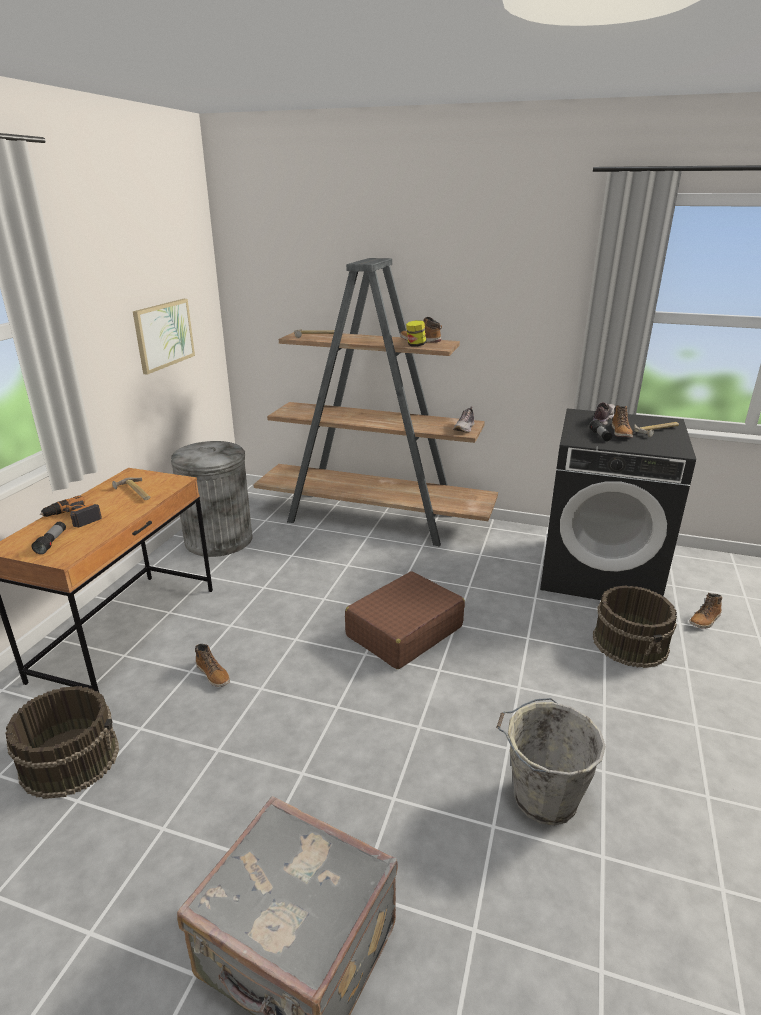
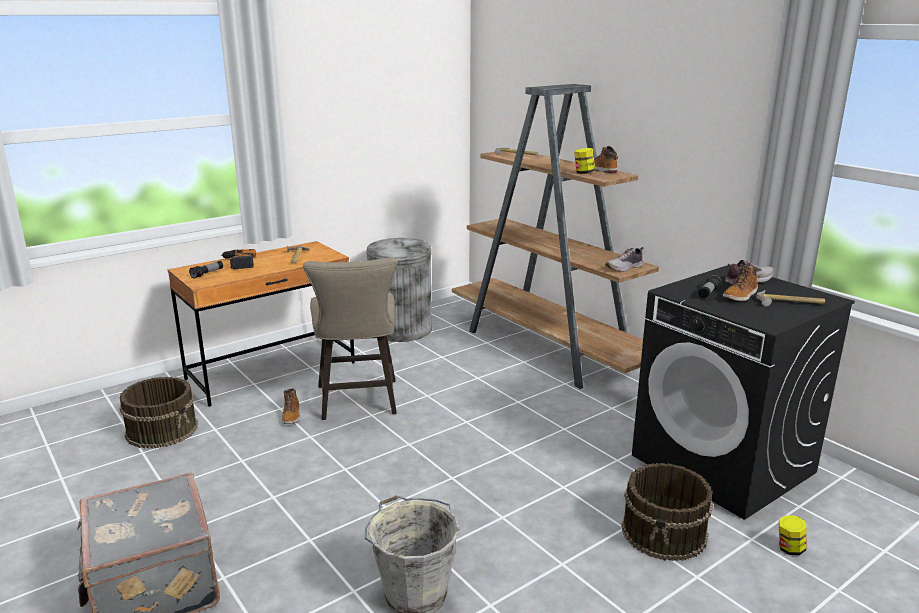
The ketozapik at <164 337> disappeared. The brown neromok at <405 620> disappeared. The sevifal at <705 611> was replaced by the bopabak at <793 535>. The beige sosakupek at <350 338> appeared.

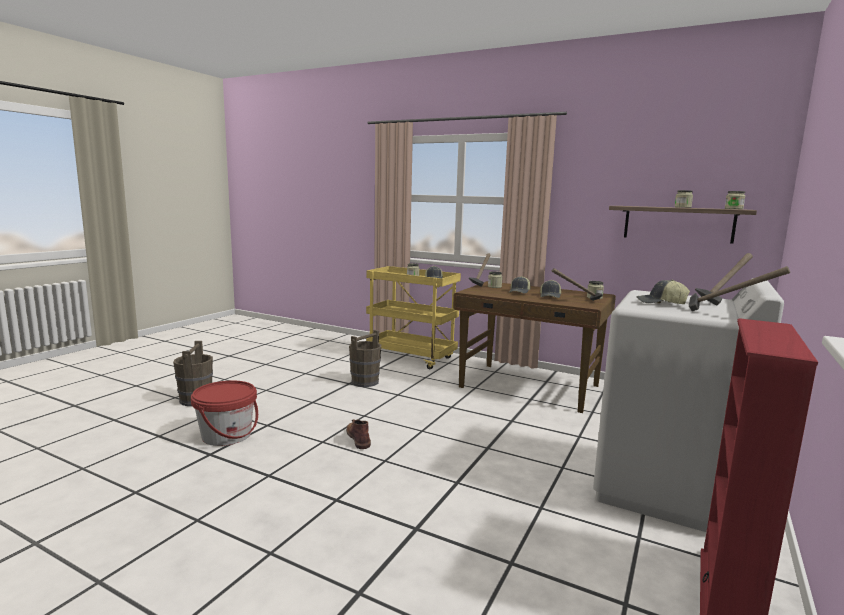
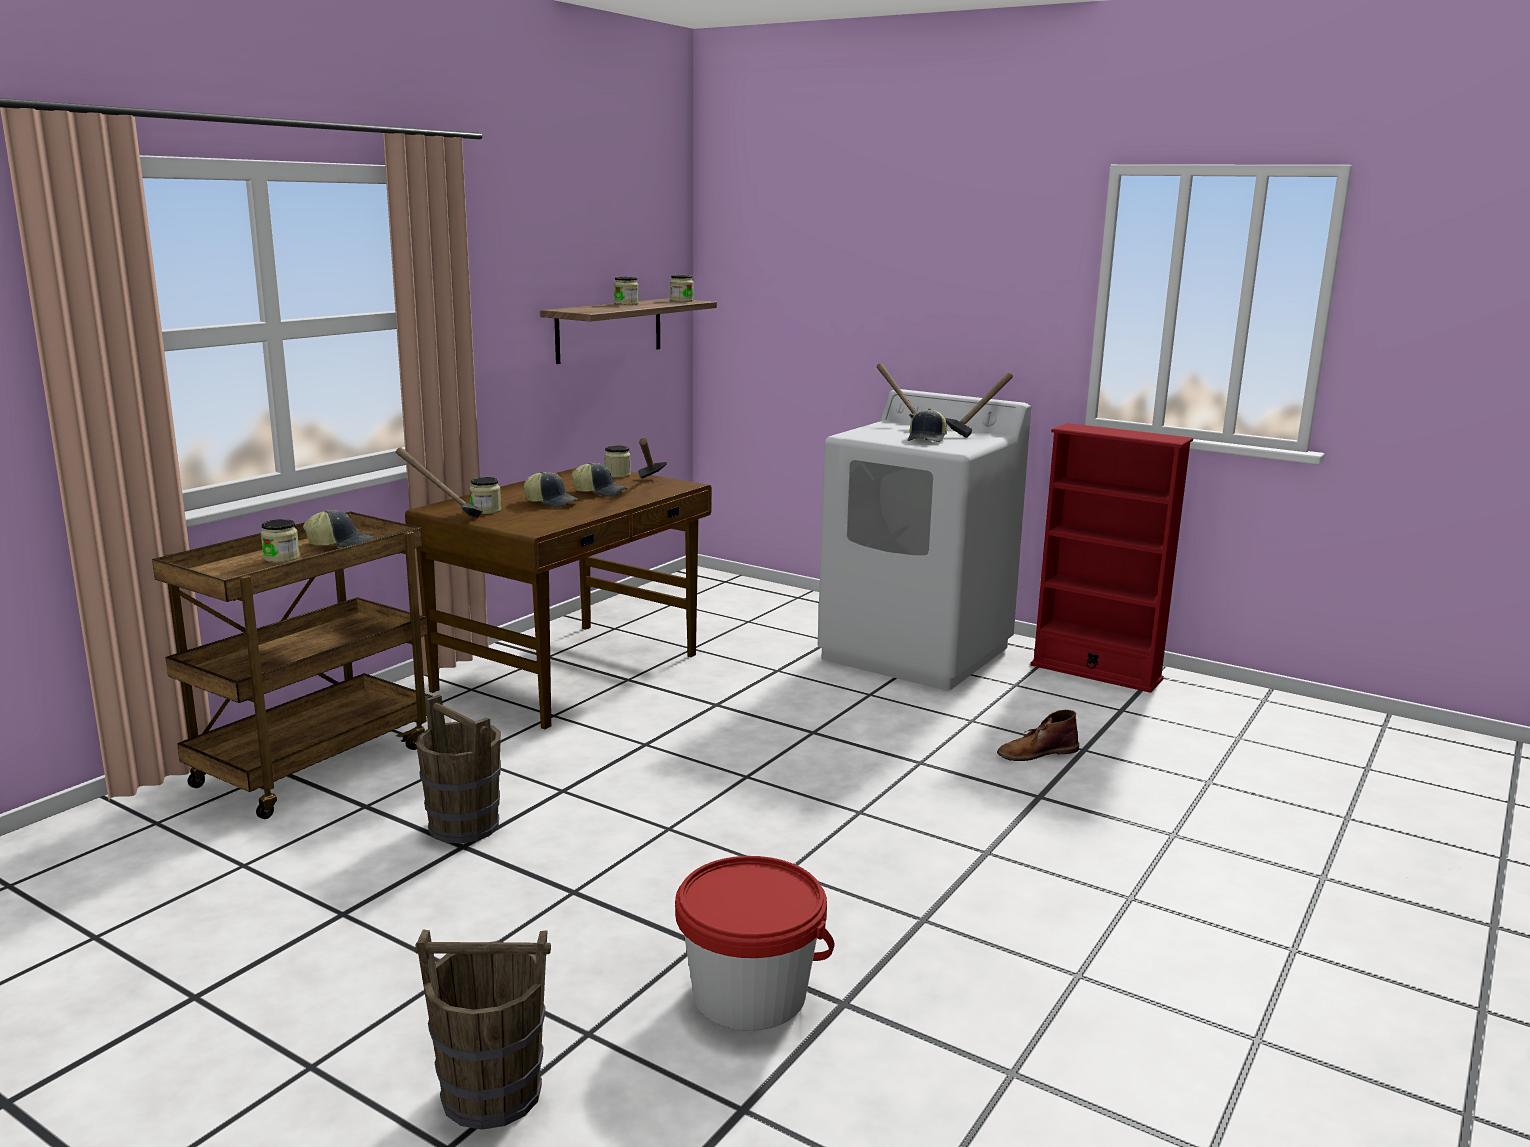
The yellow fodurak at <413 318> became the brown fodurak at <292 665>. The brown sevifal moved from <358 434> to <1038 735>.

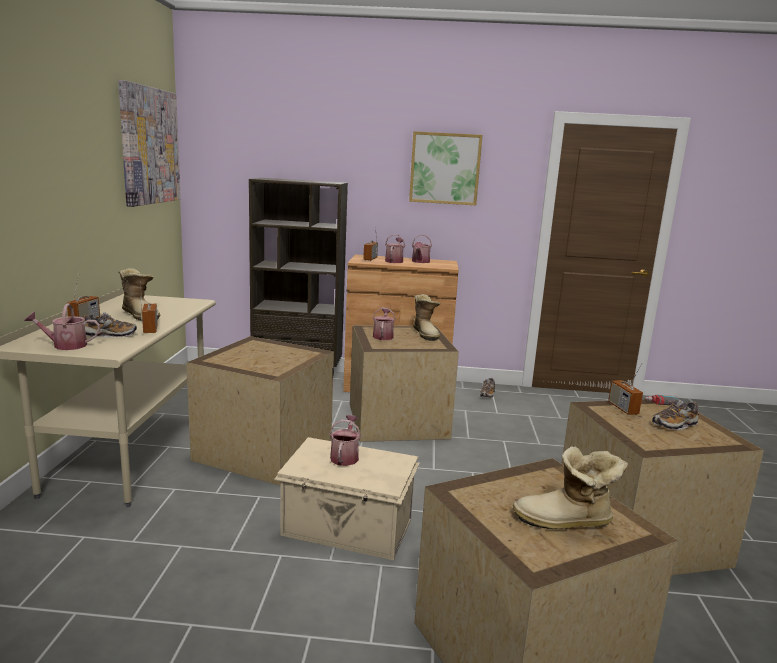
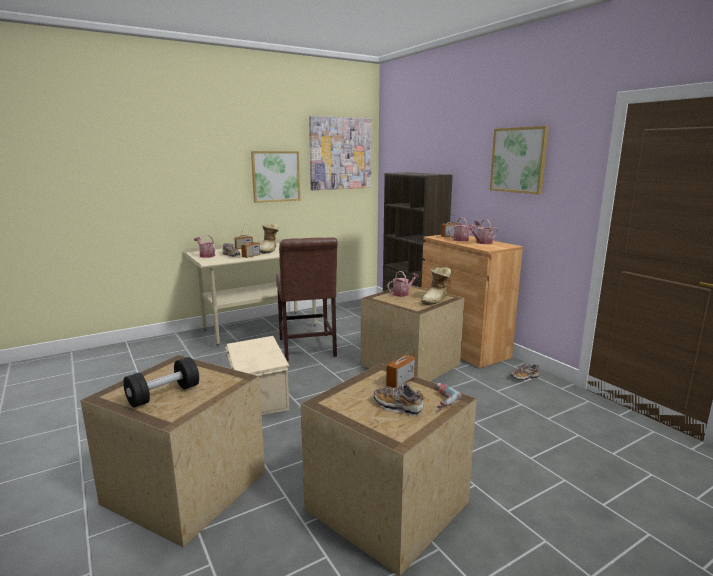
The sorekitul at <260 411> was replaced by the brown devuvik at <307 299>. The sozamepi at <345 440> disappeared. The sevifal at <570 487> was replaced by the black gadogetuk at <161 382>. The ketozapik at <275 177> appeared.

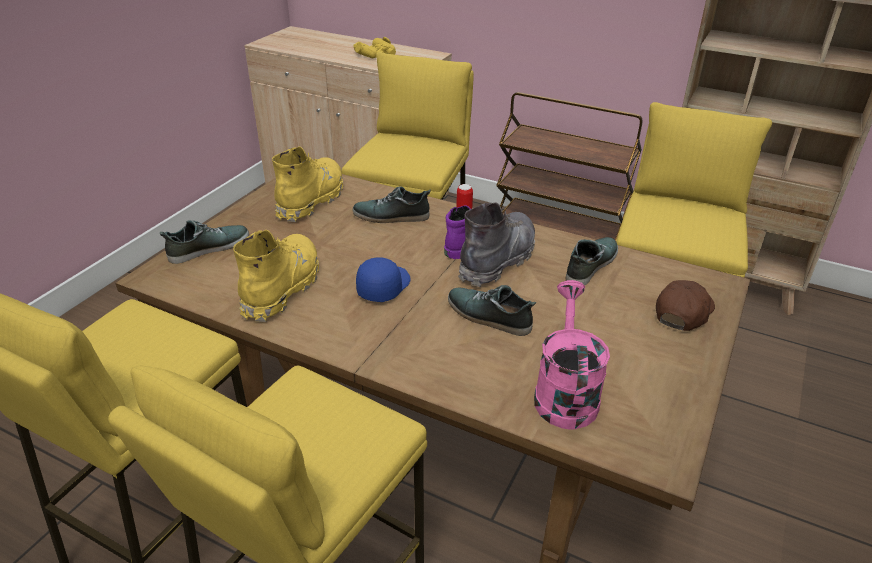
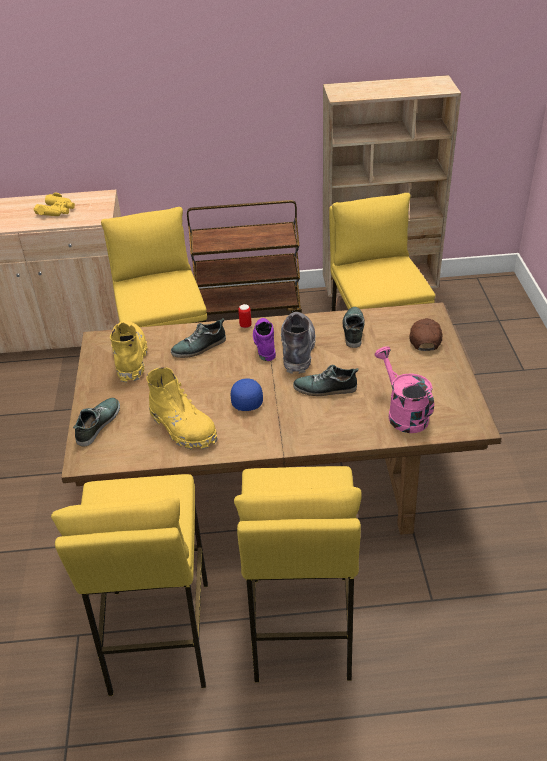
The yellow sevifal at <276 276> turned 150 degrees clockwise.

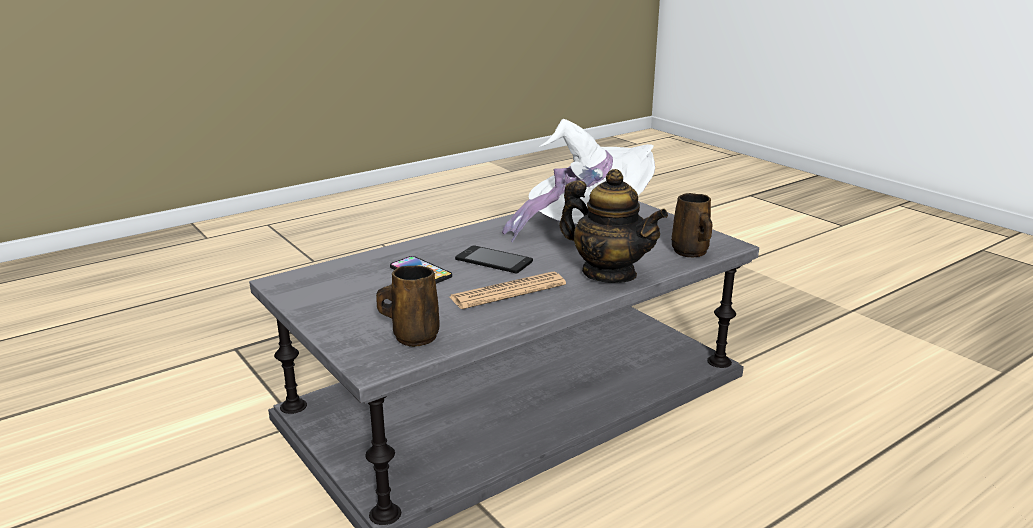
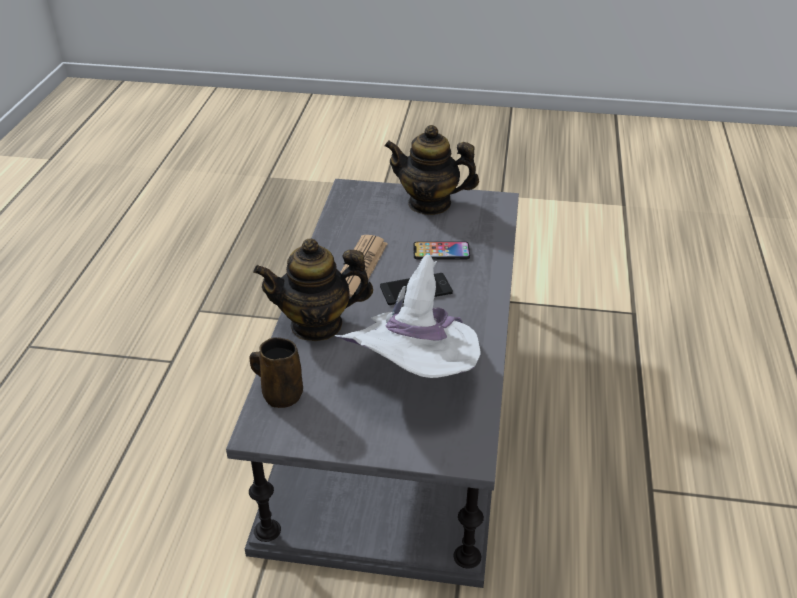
The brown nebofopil at <408 306> disappeared. The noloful at <431 170> appeared.

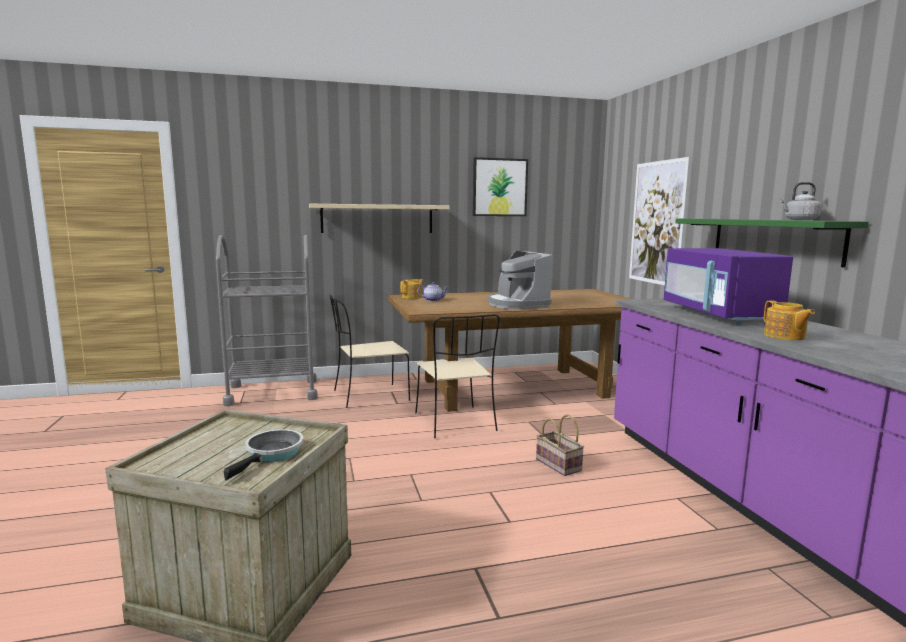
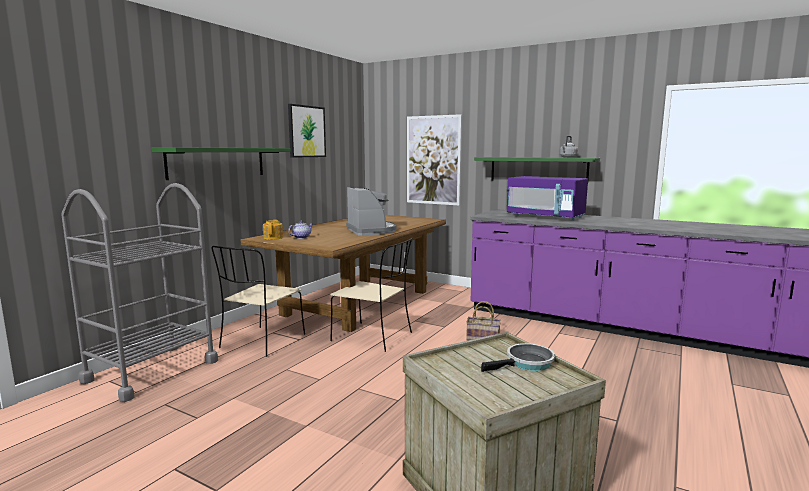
The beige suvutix at <379 218> became the green suvutix at <221 163>. The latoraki at <519 280> turned 135 degrees counterclockwise. The noloful at <789 320> disappeared. The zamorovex at <263 454> turned 90 degrees clockwise.

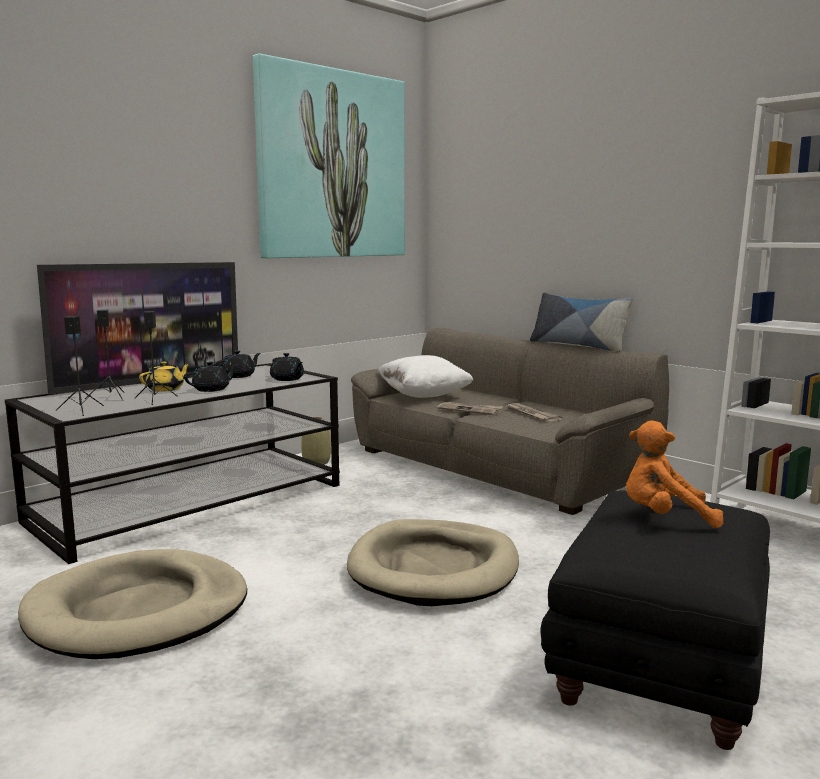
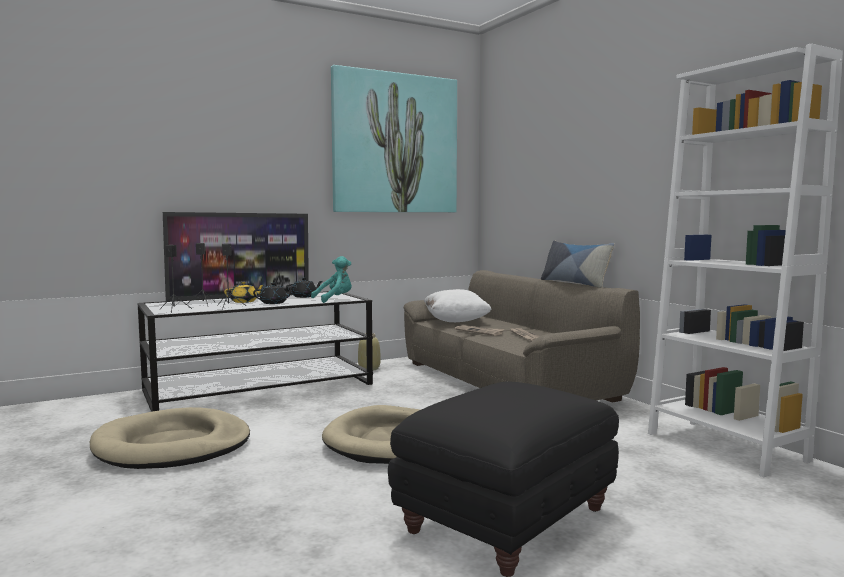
The black noloful at <287 367> was replaced by the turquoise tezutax at <331 279>. The orange tezutax at <674 474> disappeared.

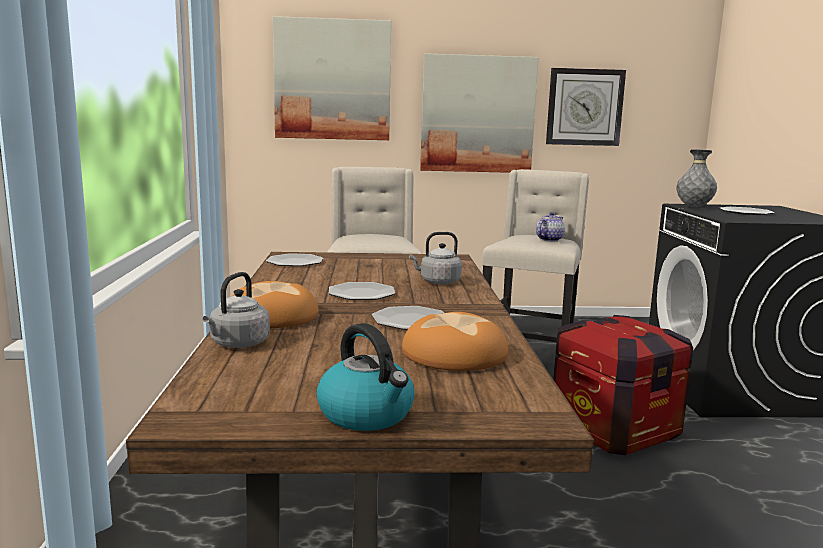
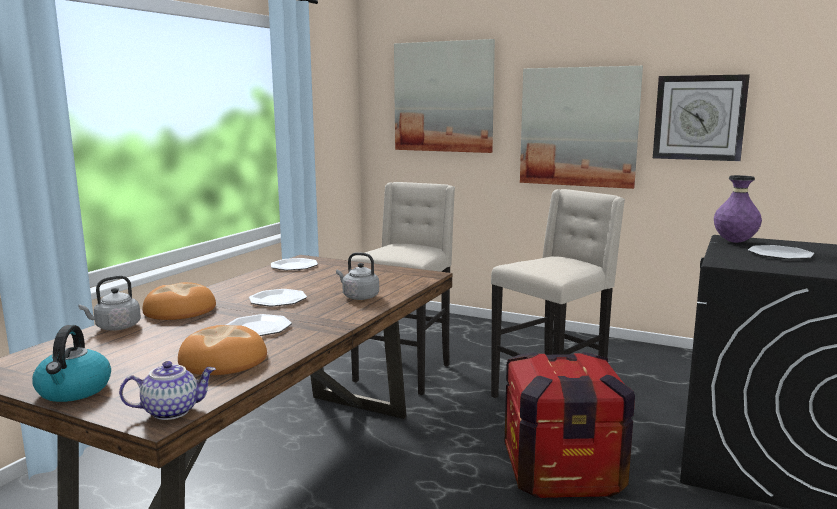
The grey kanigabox at <697 178> became the purple kanigabox at <738 209>. The noloful moved from <550 226> to <167 390>.

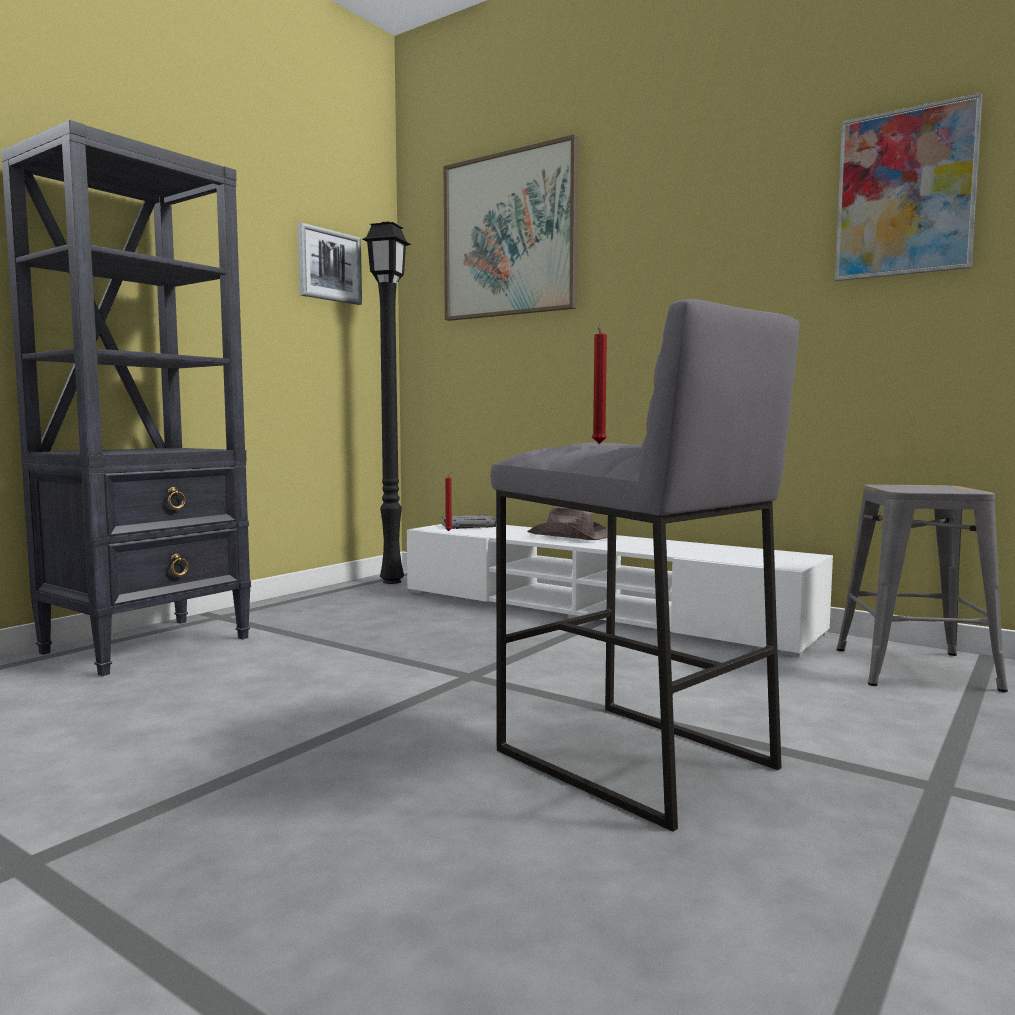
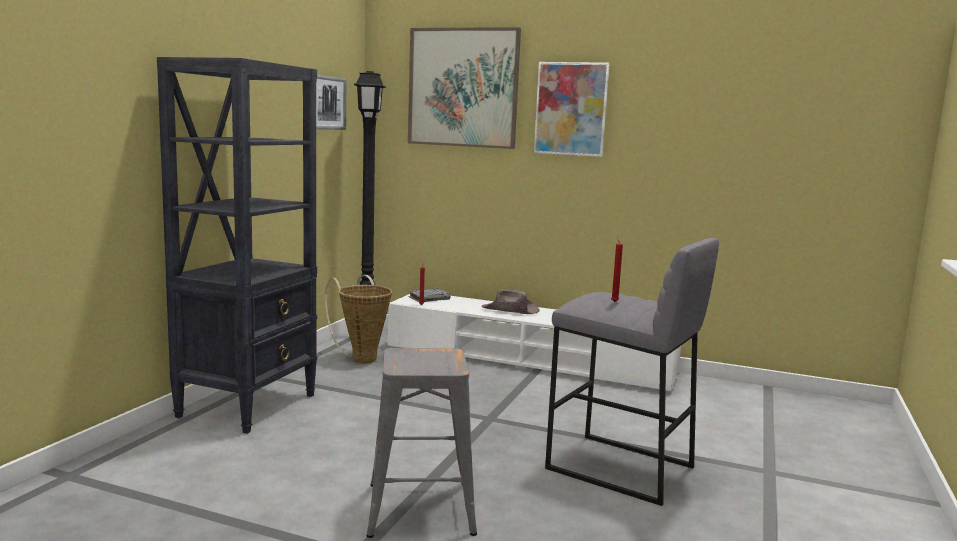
The ketozapik moved from <909 187> to <572 109>. The grey sosakupek moved from <922 588> to <422 443>. The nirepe at <358 319> appeared.

